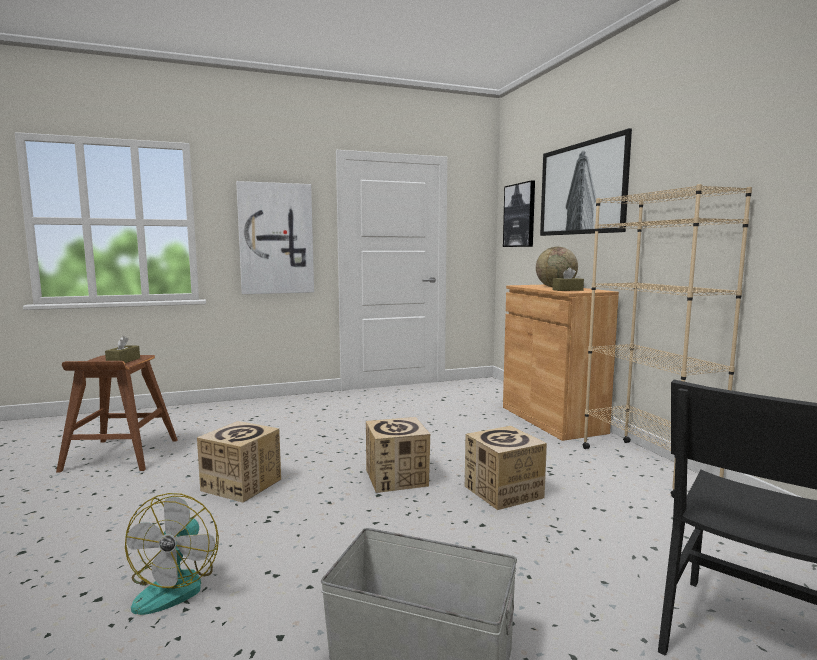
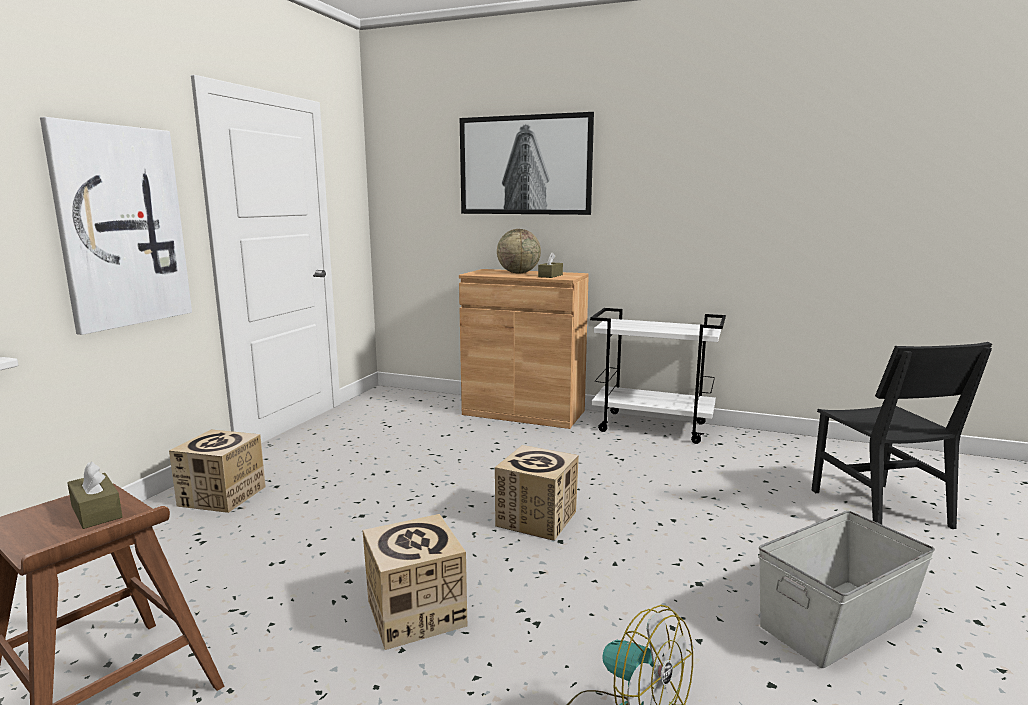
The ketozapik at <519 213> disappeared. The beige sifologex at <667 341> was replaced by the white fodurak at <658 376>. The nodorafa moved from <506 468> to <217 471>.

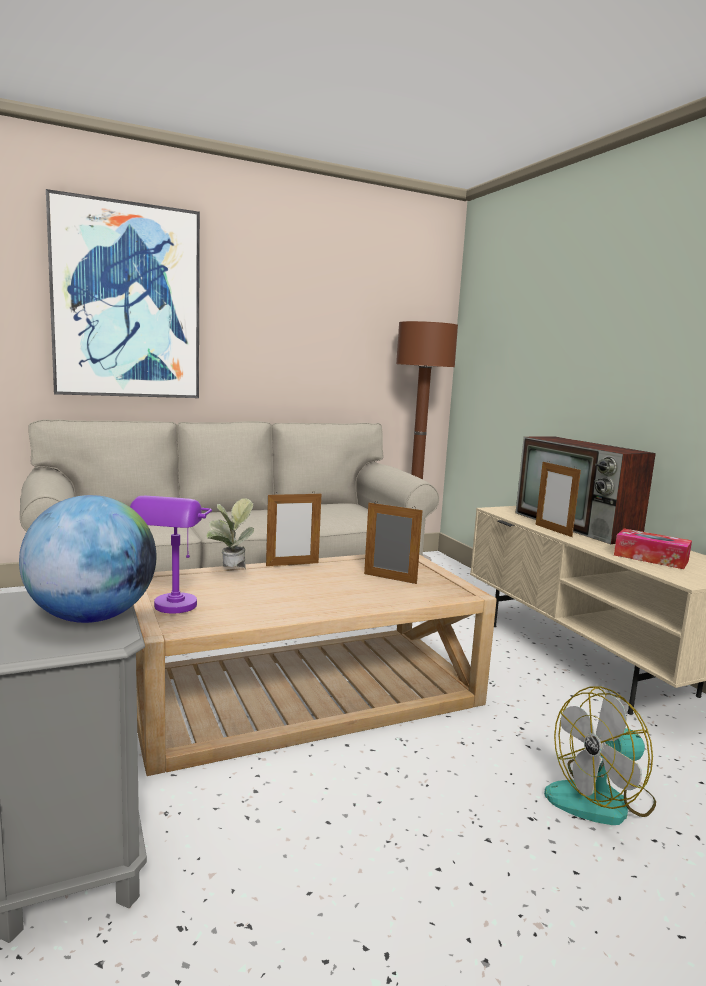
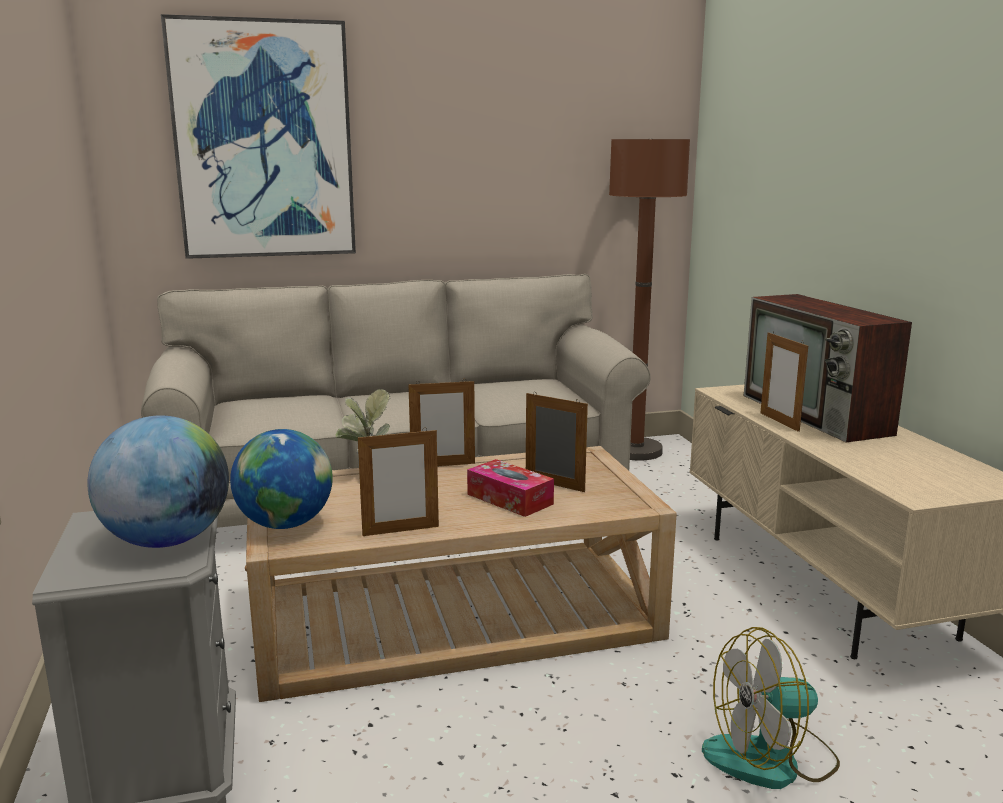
The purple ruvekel at <171 555> was replaced by the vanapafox at <281 479>. The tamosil moved from <653 549> to <510 488>. The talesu at <398 482> appeared.

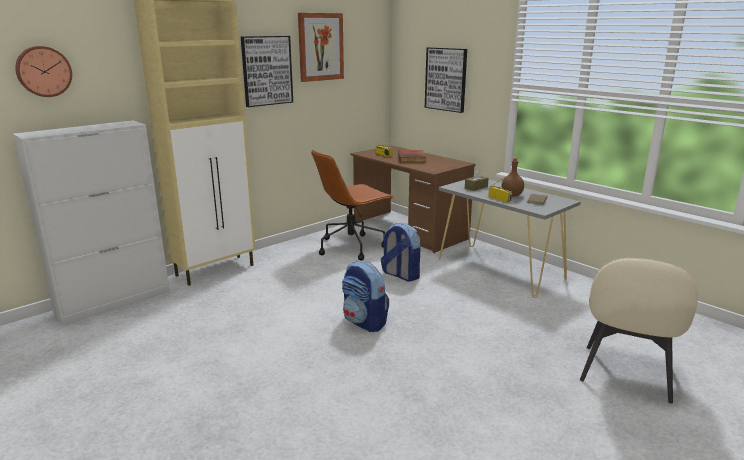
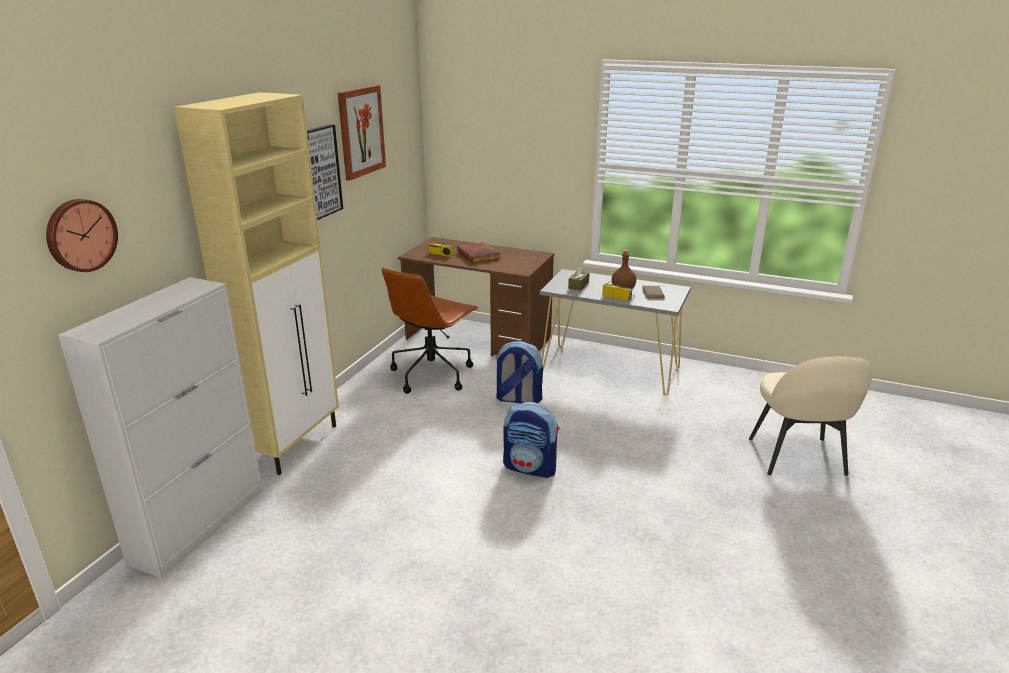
The ketozapik at <446 80> disappeared.

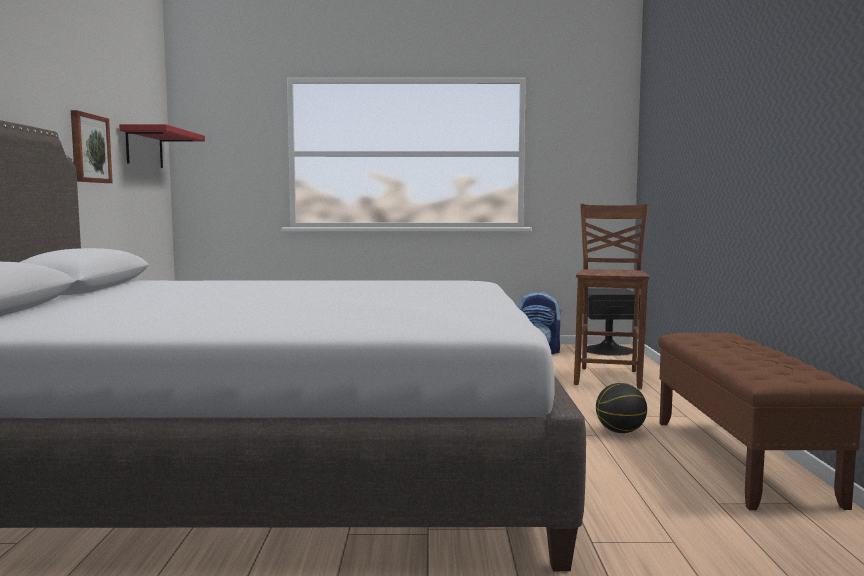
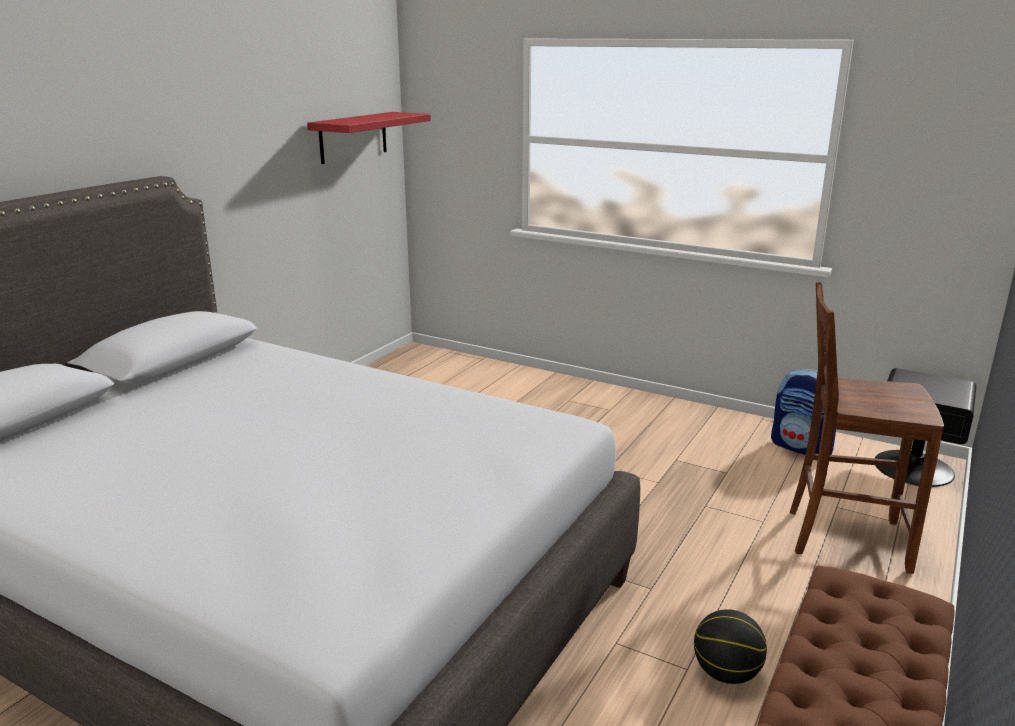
The ketozapik at <92 146> disappeared. The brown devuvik at <612 296> turned 120 degrees counterclockwise.

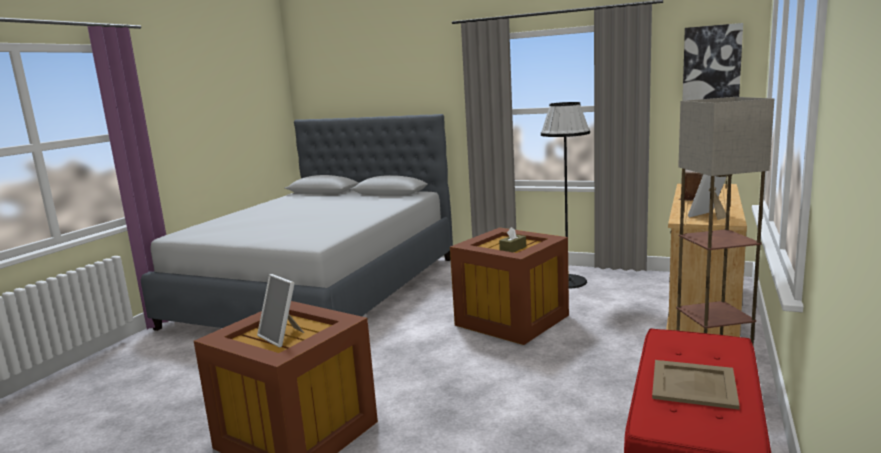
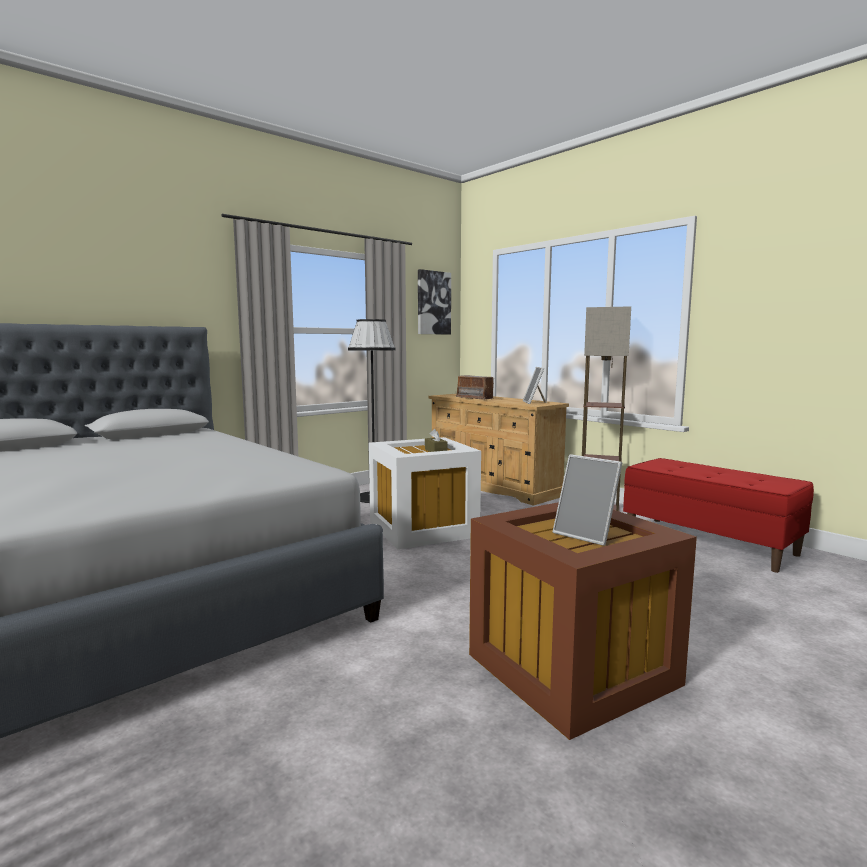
The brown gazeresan at <509 286> became the white gazeresan at <425 493>. The talesu at <280 310> turned 60 degrees clockwise. The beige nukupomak at <696 385> disappeared.

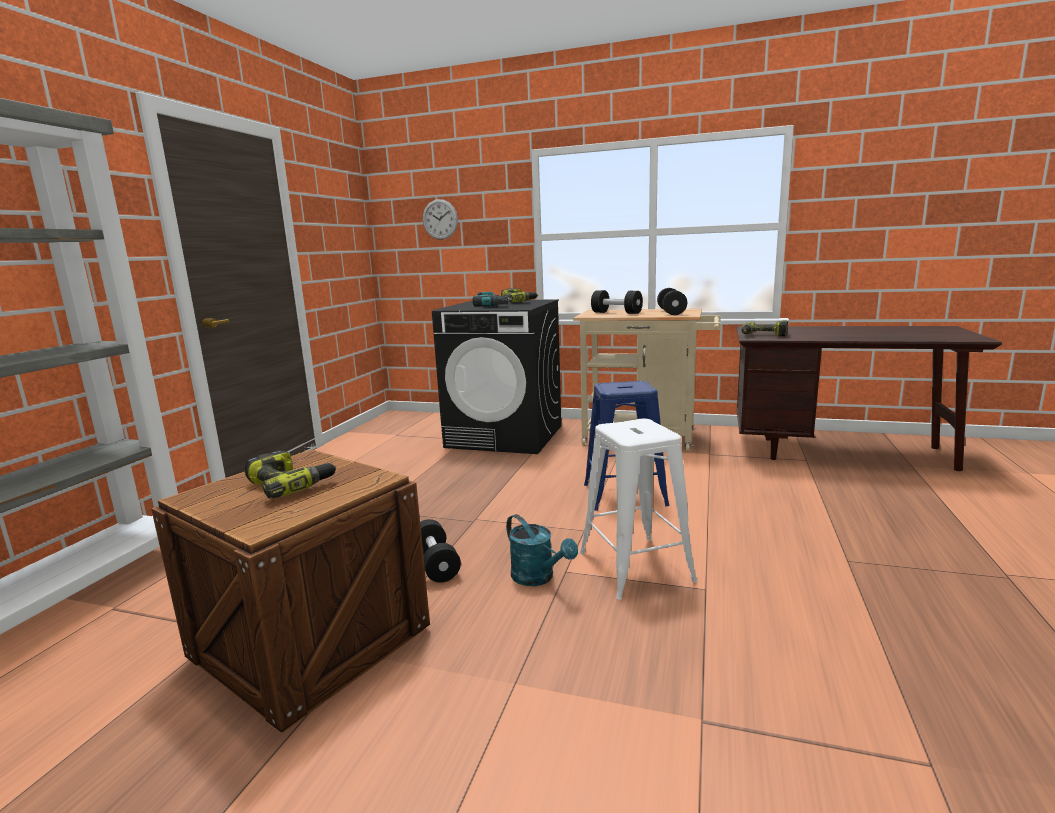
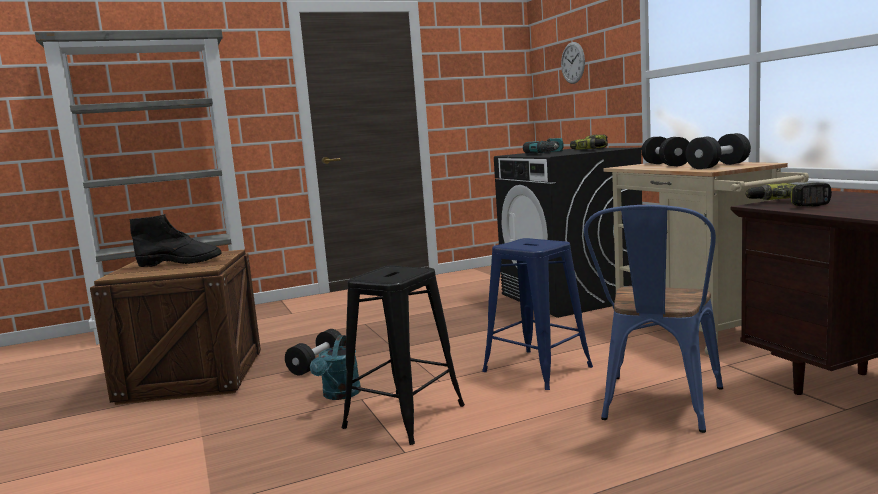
The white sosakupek at <638 509> became the black sosakupek at <403 355>. The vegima at <291 474> was replaced by the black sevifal at <175 240>. The blue devuvik at <653 319> appeared.

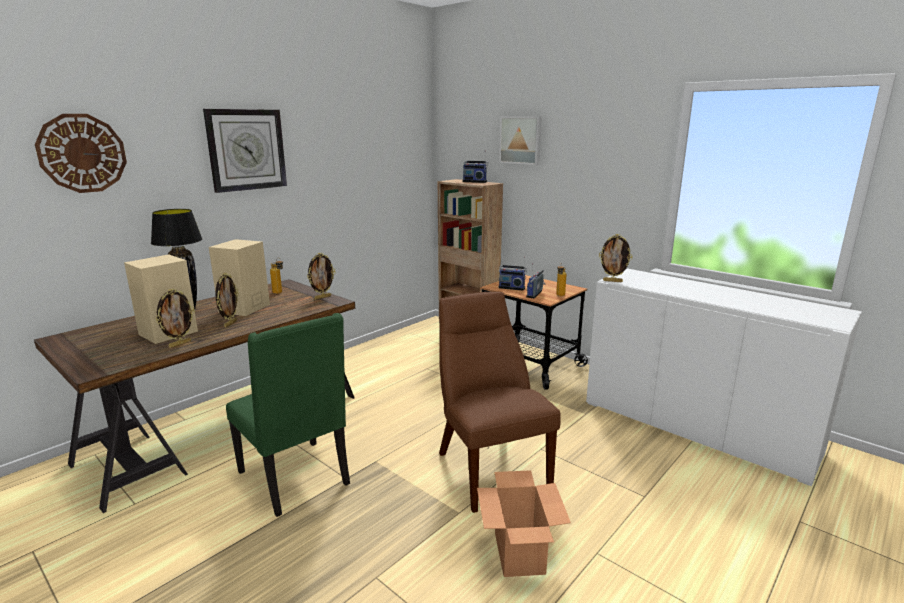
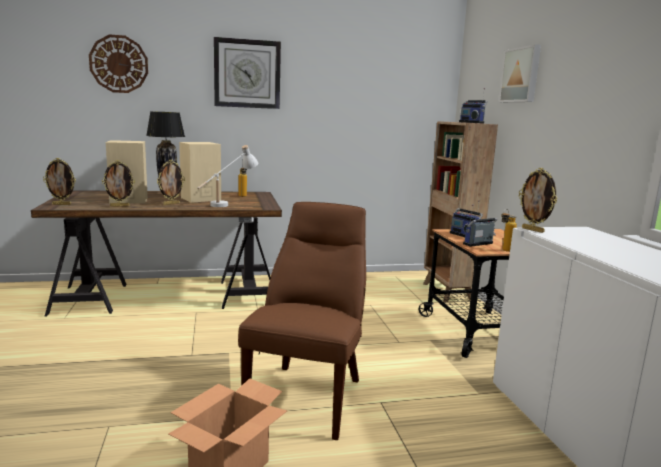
The talesu moved from <321 276> to <59 181>. The green devuvik at <288 415> disappeared. The white ruvekel at <228 176> appeared.

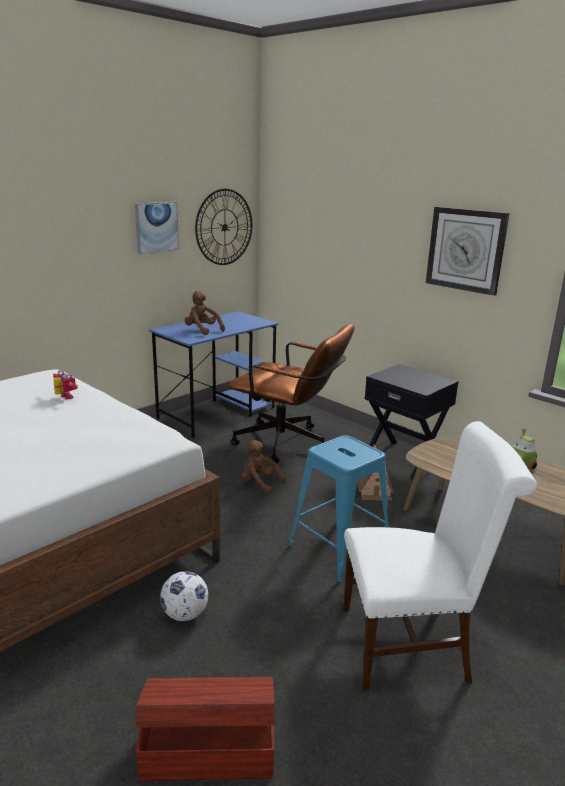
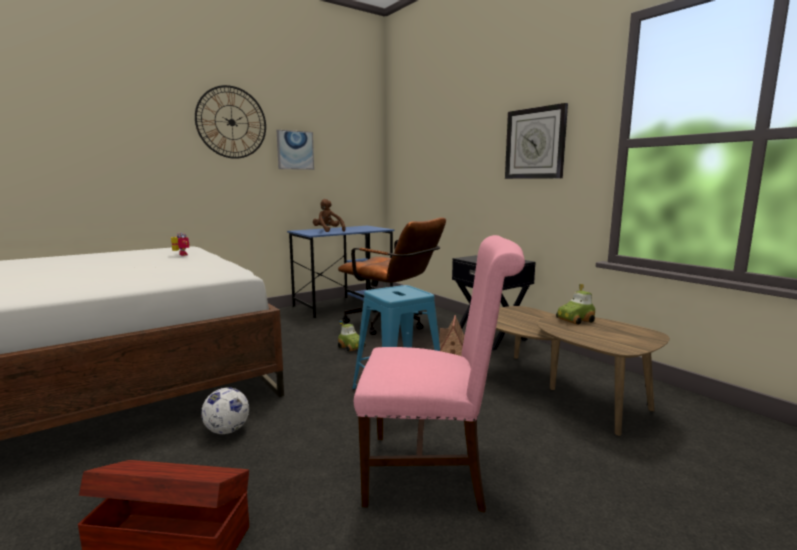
The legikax moved from <223 227> to <230 122>. The white devuvik at <440 556> became the pink devuvik at <439 374>. The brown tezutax at <263 467> was replaced by the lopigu at <352 336>.

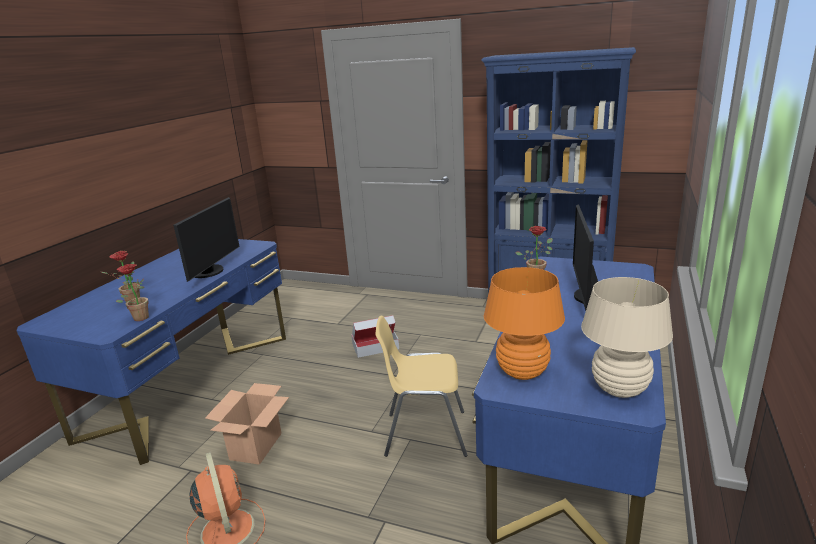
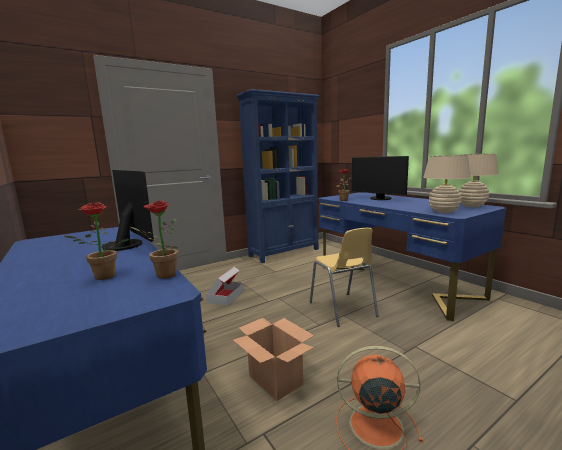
The orange ruvekel at <524 323> became the beige ruvekel at <447 184>. The yellow devuvik at <421 386> turned 60 degrees counterclockwise.

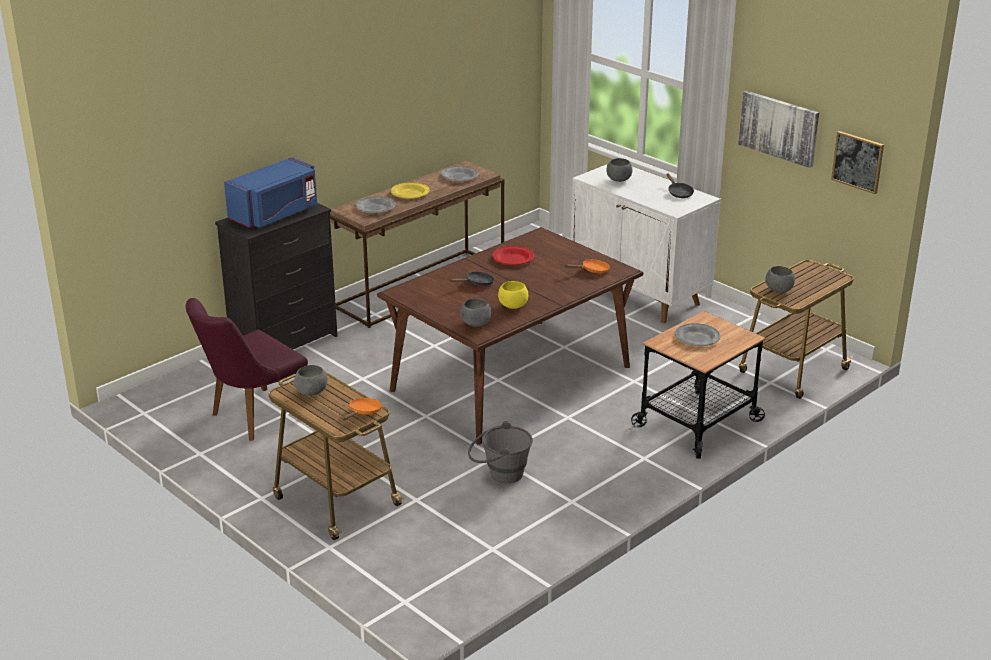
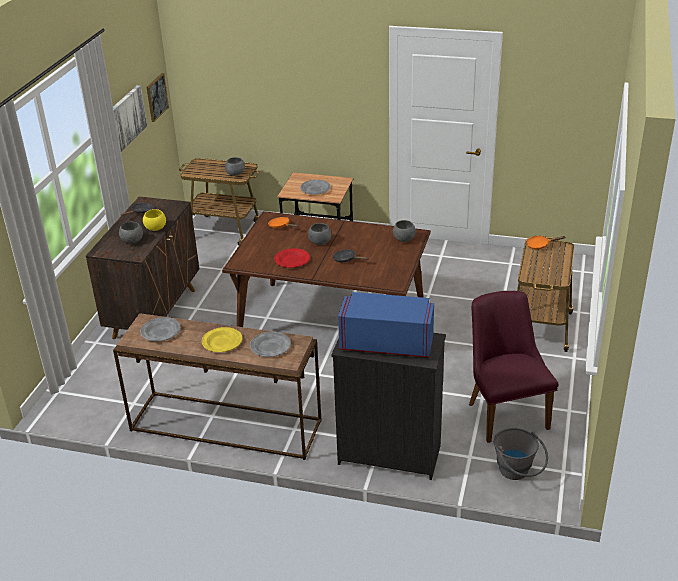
The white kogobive at <646 243> became the brown kogobive at <142 267>. The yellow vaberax moved from <513 295> to <154 220>. The purple devuvik at <247 369> turned 120 degrees counterclockwise. The grey vaberax moved from <311 380> to <319 234>. The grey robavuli moved from <500 452> to <521 454>.

